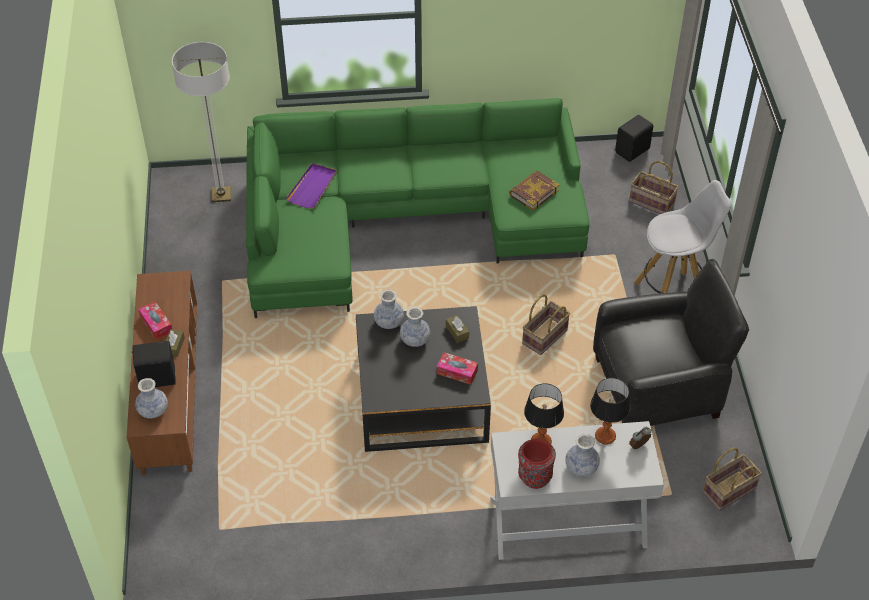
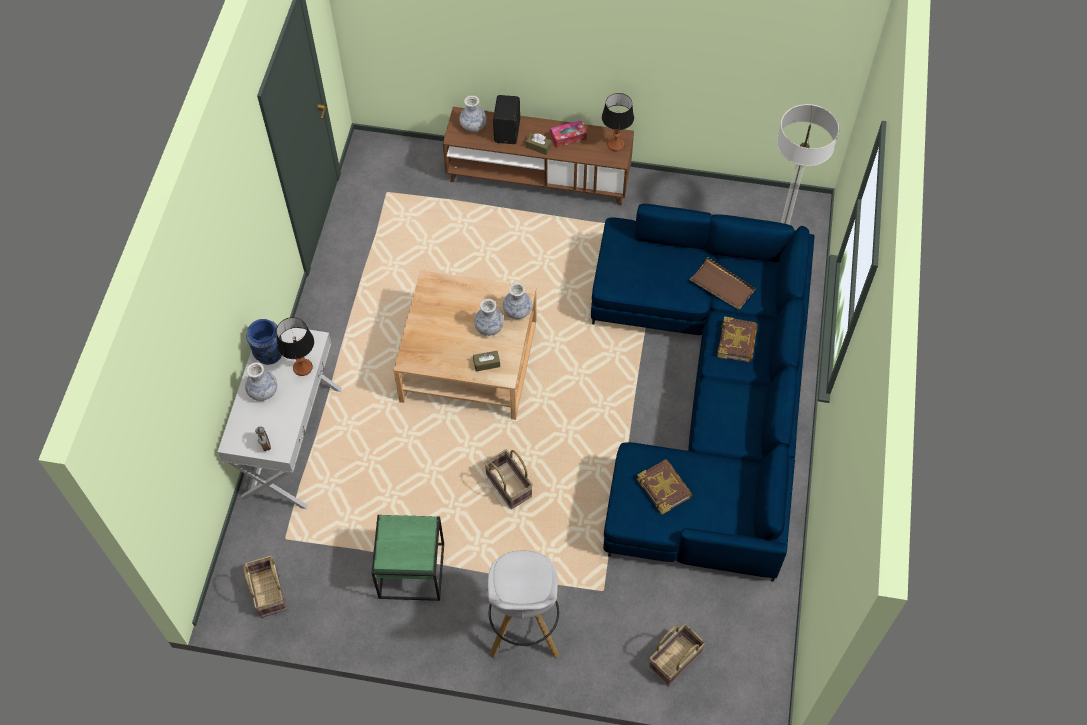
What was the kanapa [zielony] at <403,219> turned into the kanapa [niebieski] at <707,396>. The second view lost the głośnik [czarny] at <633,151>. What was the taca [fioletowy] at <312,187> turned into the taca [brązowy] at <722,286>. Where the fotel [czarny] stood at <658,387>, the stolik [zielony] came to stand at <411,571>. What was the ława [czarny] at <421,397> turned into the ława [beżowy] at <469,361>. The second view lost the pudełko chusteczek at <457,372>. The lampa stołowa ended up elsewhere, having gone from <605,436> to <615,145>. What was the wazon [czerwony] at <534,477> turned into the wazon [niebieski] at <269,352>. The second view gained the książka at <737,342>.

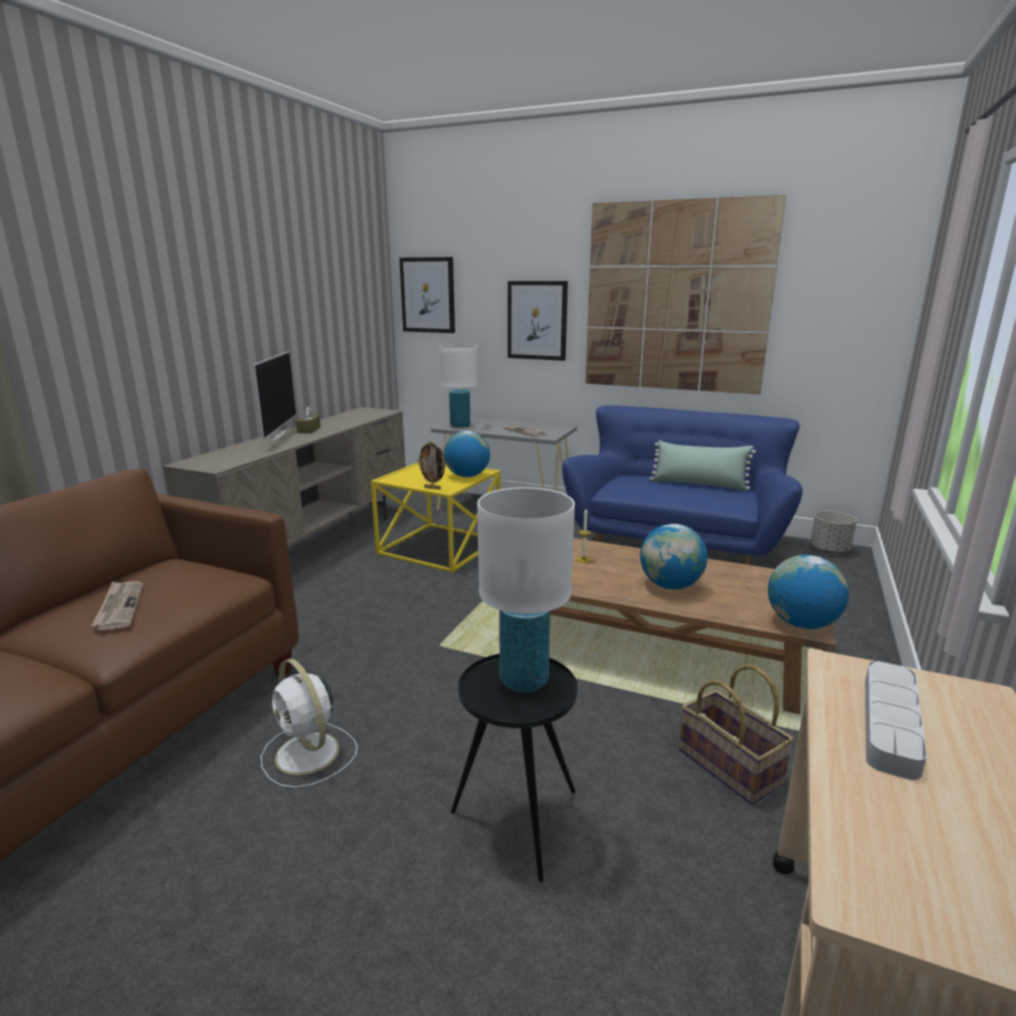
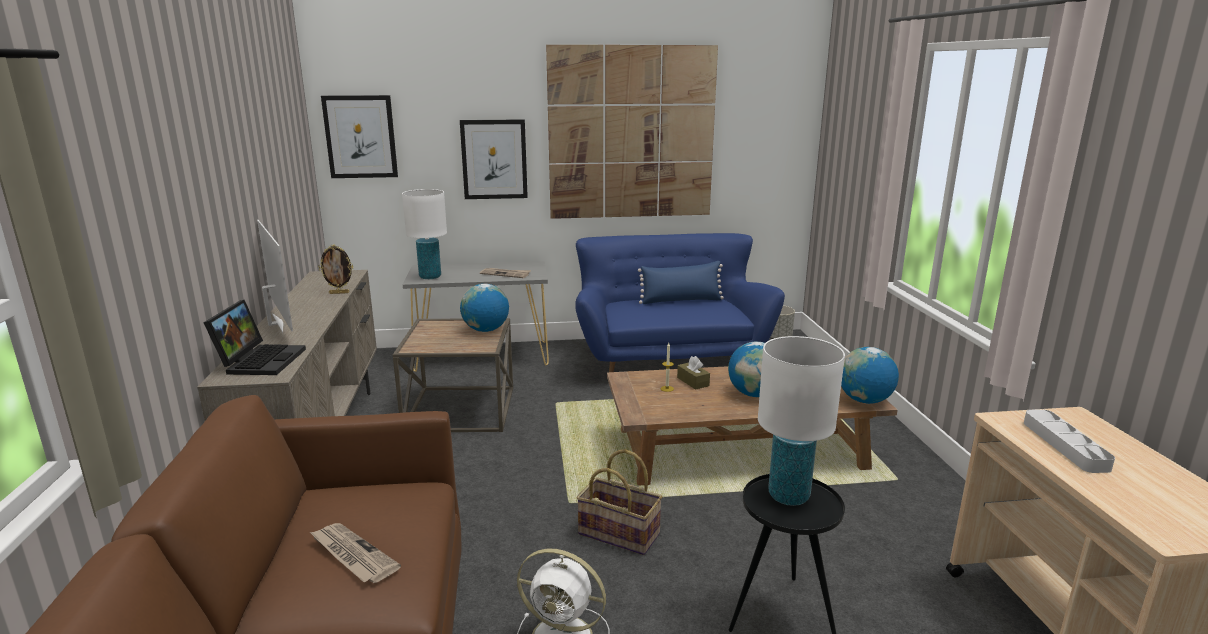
The pudełko chusteczek [brązowy] ended up elsewhere, having gone from <309,430> to <693,382>. What was the poduszka [zielony] at <699,484> turned into the poduszka [niebieski] at <681,300>. The ramka na zdjęcie ended up elsewhere, having gone from <433,488> to <339,293>. What was the stolik [żółty] at <441,546> turned into the stolik [brązowy] at <461,408>. The koszyk ended up elsewhere, having gone from <730,766> to <620,533>. The second view gained the laptop at <260,360>.

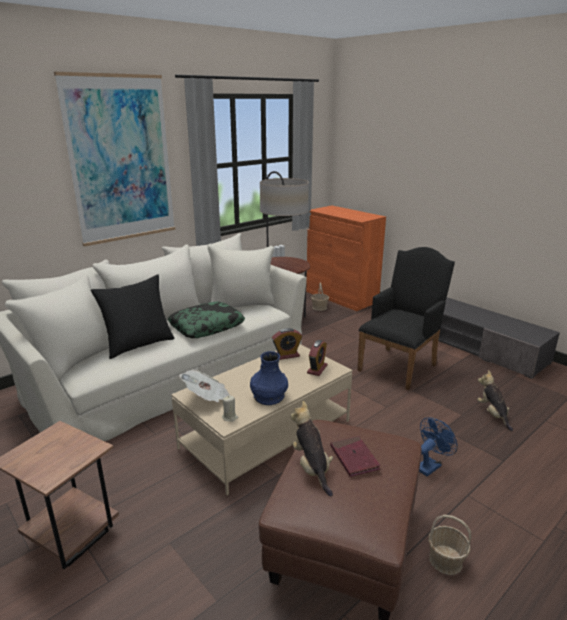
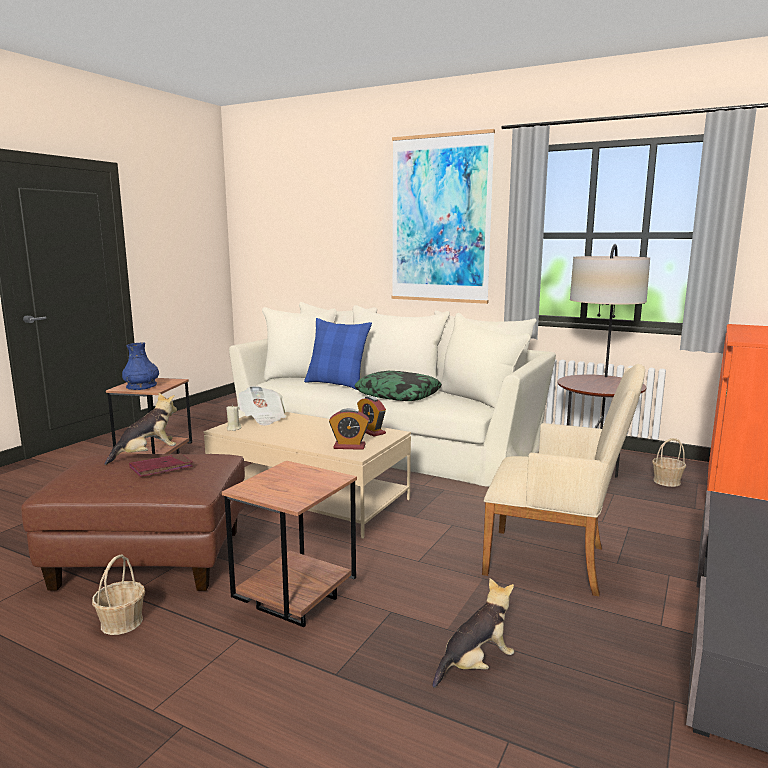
What was the fotel [czarny] at <400,366> turned into the fotel [beżowy] at <554,562>. What was the poduszka [czarny] at <139,345> turned into the poduszka [niebieski] at <337,384>. The wazon [niebieski] ended up elsewhere, having gone from <269,396> to <141,386>. Where the wentylator [niebieski] stood at <430,465>, the stolik [brązowy] came to stand at <295,604>.

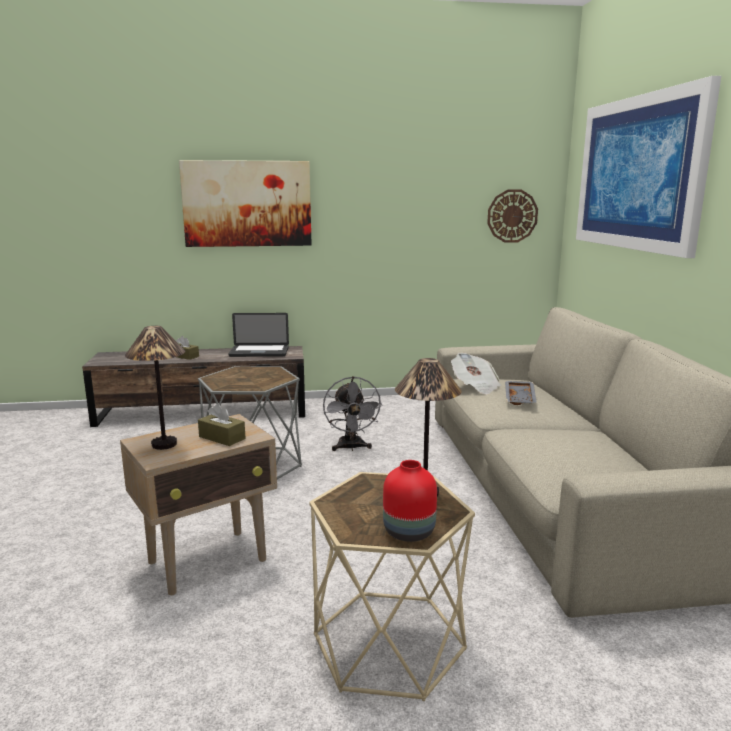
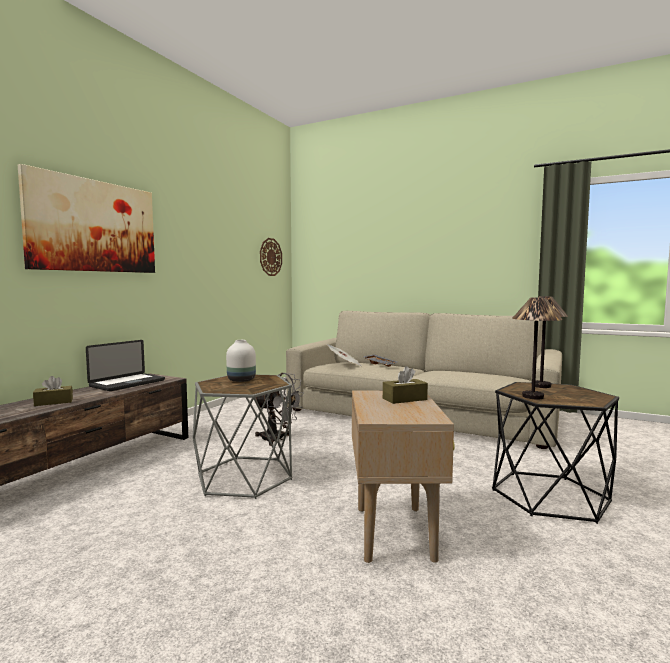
The second view lost the obraz at <638,173>. The lampa stołowa ended up elsewhere, having gone from <164,445> to <533,397>. The second view lost the wazon [czerwony] at <408,531>. What was the stolik [beżowy] at <388,642> turned into the stolik [czarny] at <549,496>. The second view gained the wazon [biały] at <241,380>.

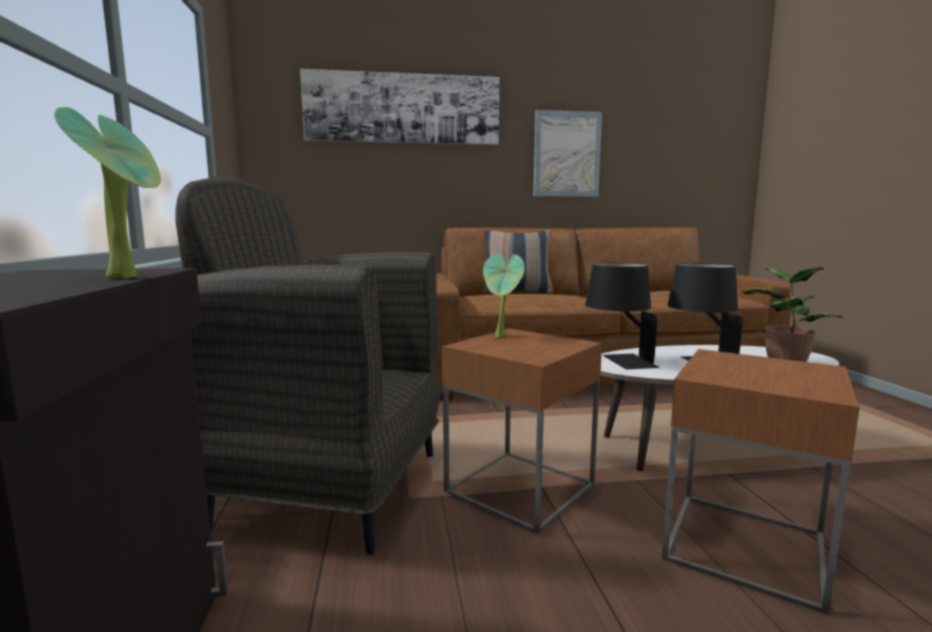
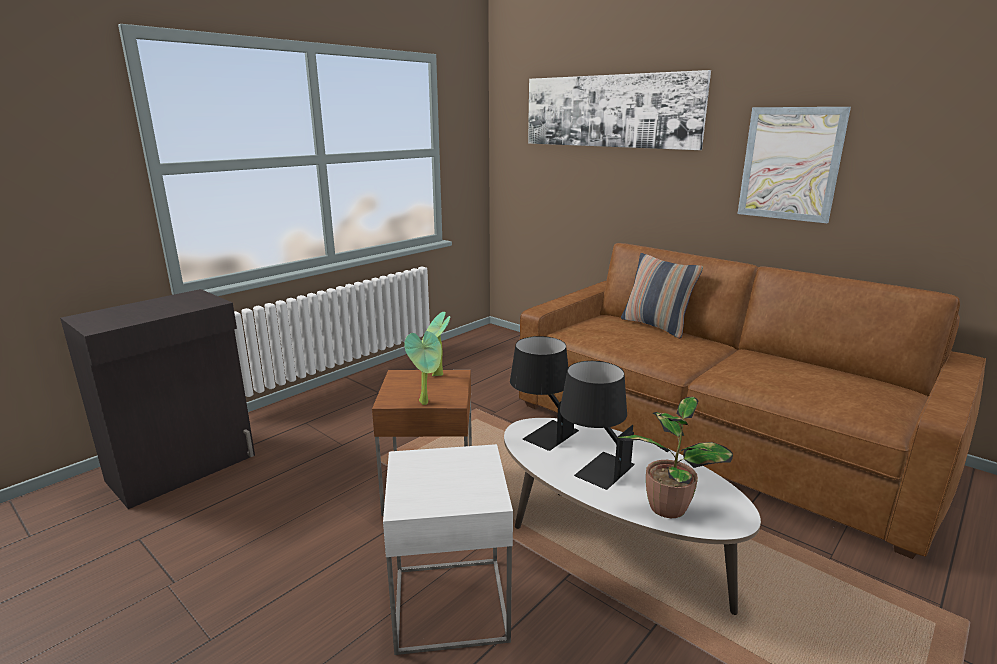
The roślina doniczkowa ended up elsewhere, having gone from <130,277> to <426,402>. The second view lost the fotel [szary] at <329,488>. What was the stolik [brązowy] at <745,546> turned into the stolik [biały] at <450,603>.

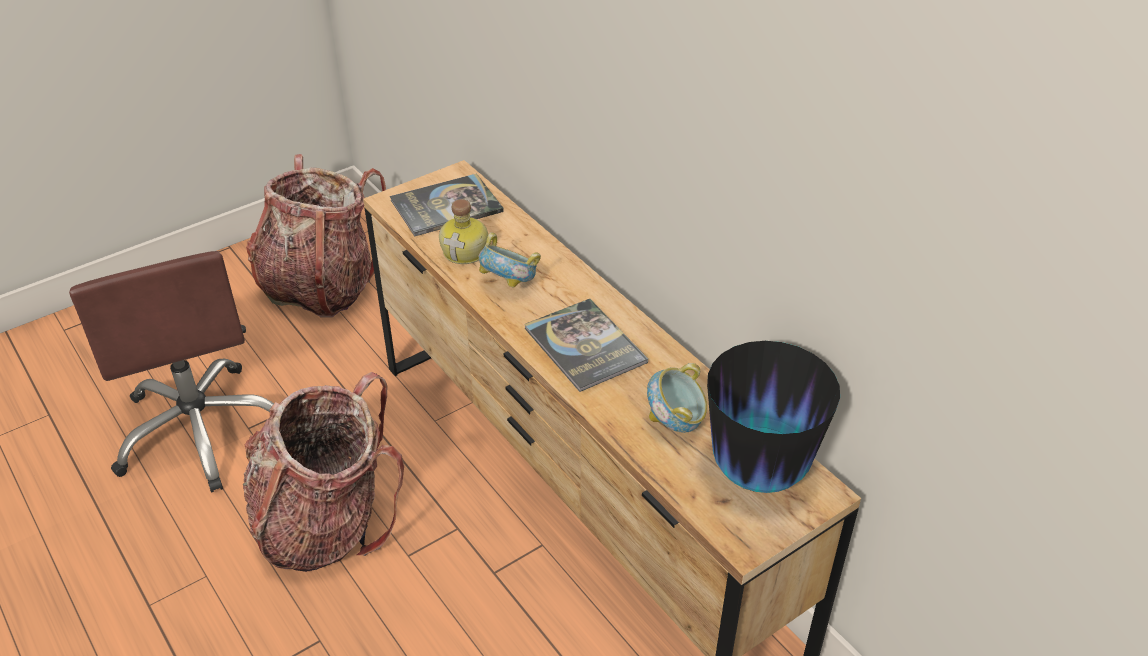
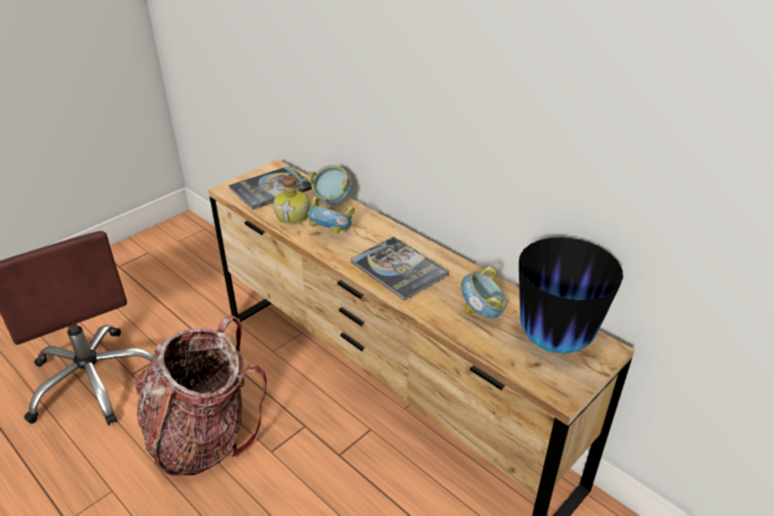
The second view lost the plecak at <321,286>. The second view gained the miska at <332,201>.

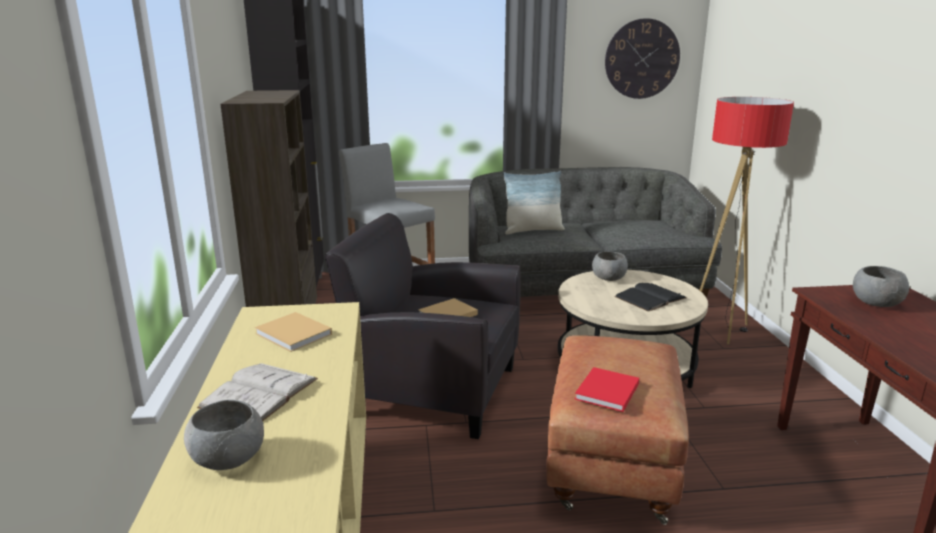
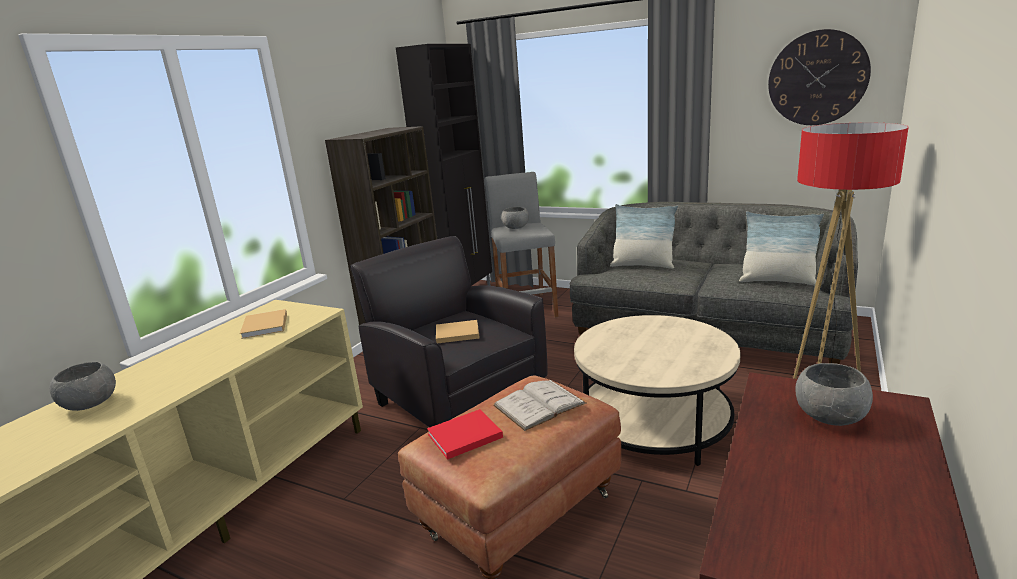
The miska [szary] ended up elsewhere, having gone from <608,278> to <515,227>. The second view lost the książka [czarny] at <650,297>. The książka [biały] ended up elsewhere, having gone from <259,393> to <539,404>. The second view gained the poduszka at <777,281>.

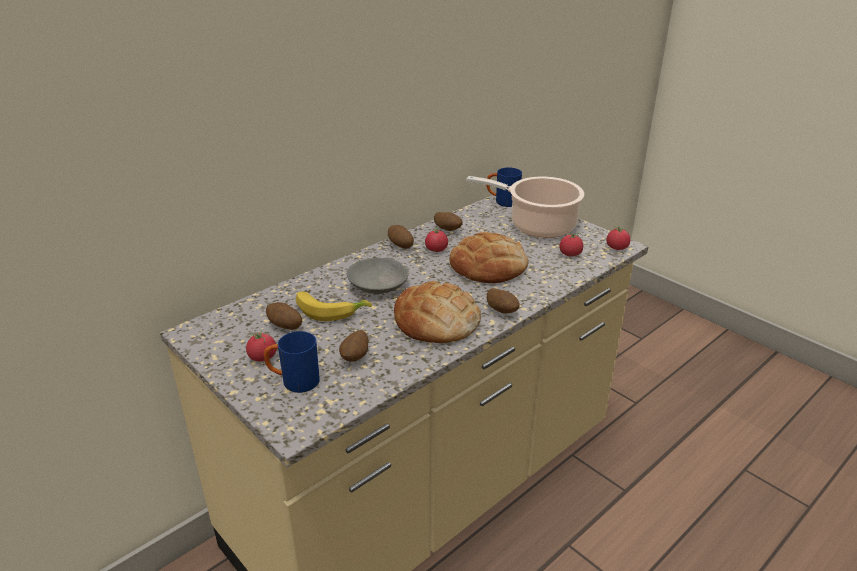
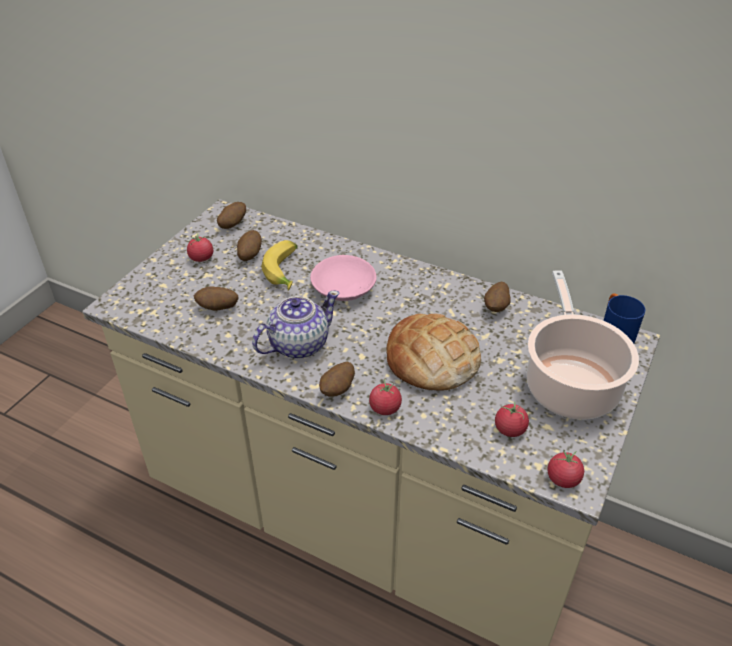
The ziemniak ended up elsewhere, having gone from <400,246> to <232,224>. The pomidor ended up elsewhere, having gone from <436,250> to <385,408>. What was the miska [szary] at <379,286> turned into the miska [różowy] at <344,289>. Where the chleb stood at <436,321>, the imbryk came to stand at <298,344>. The second view lost the kubek [niebieski] at <294,382>.

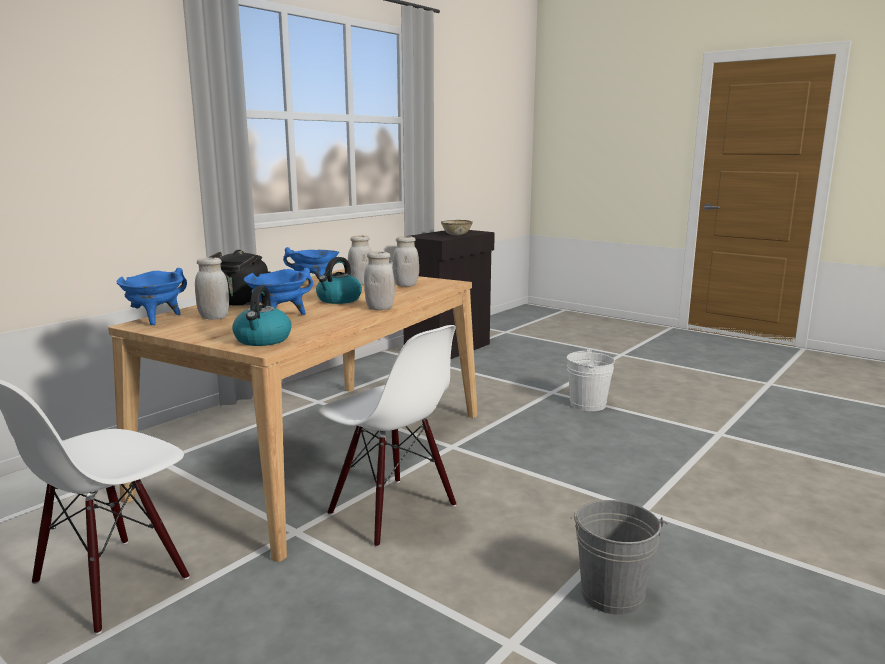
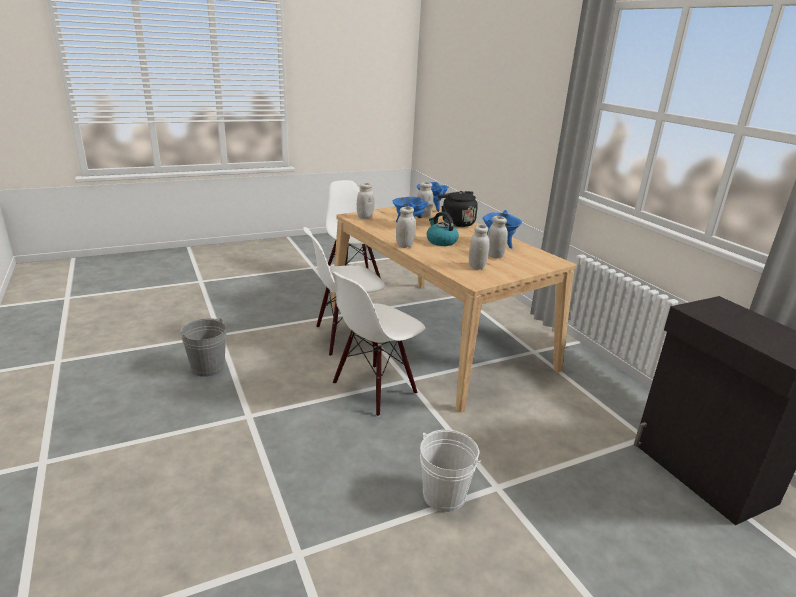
The second view lost the miska at <456,235>. Where the czajnik stood at <263,340>, the słoik [biały] came to stand at <365,217>. The second view gained the krzesło [biały] at <374,389>.

